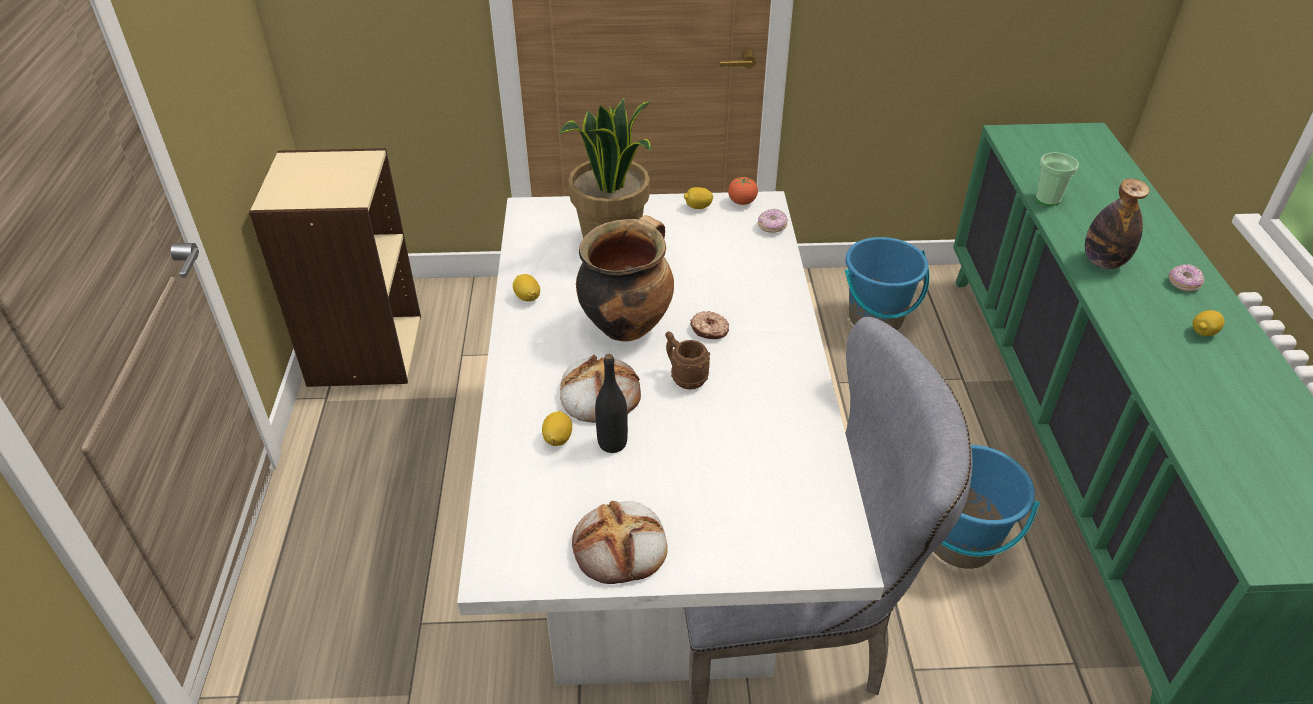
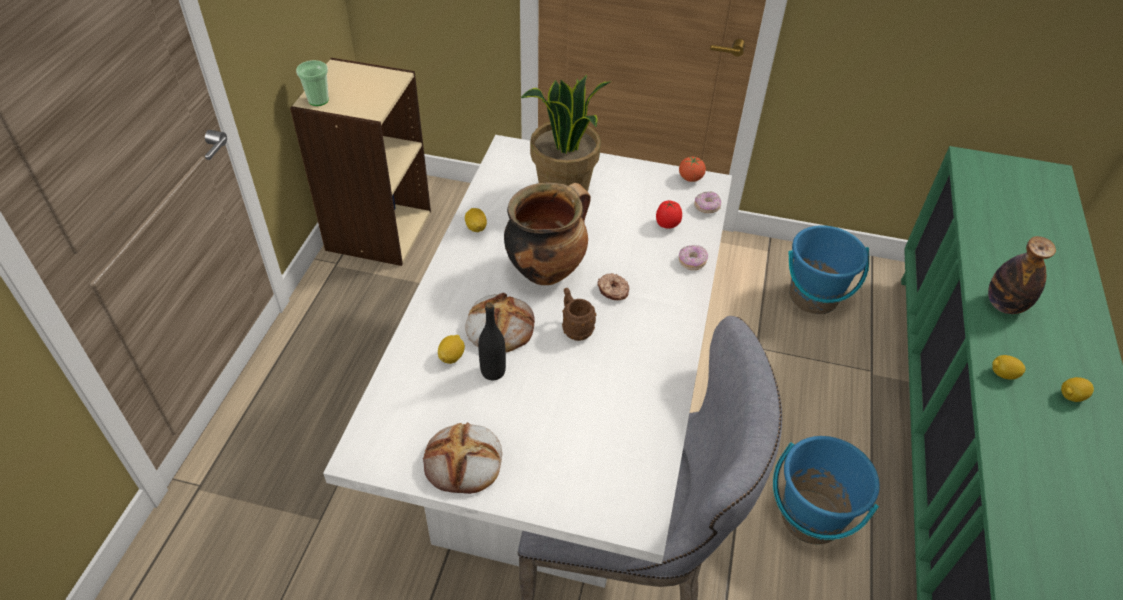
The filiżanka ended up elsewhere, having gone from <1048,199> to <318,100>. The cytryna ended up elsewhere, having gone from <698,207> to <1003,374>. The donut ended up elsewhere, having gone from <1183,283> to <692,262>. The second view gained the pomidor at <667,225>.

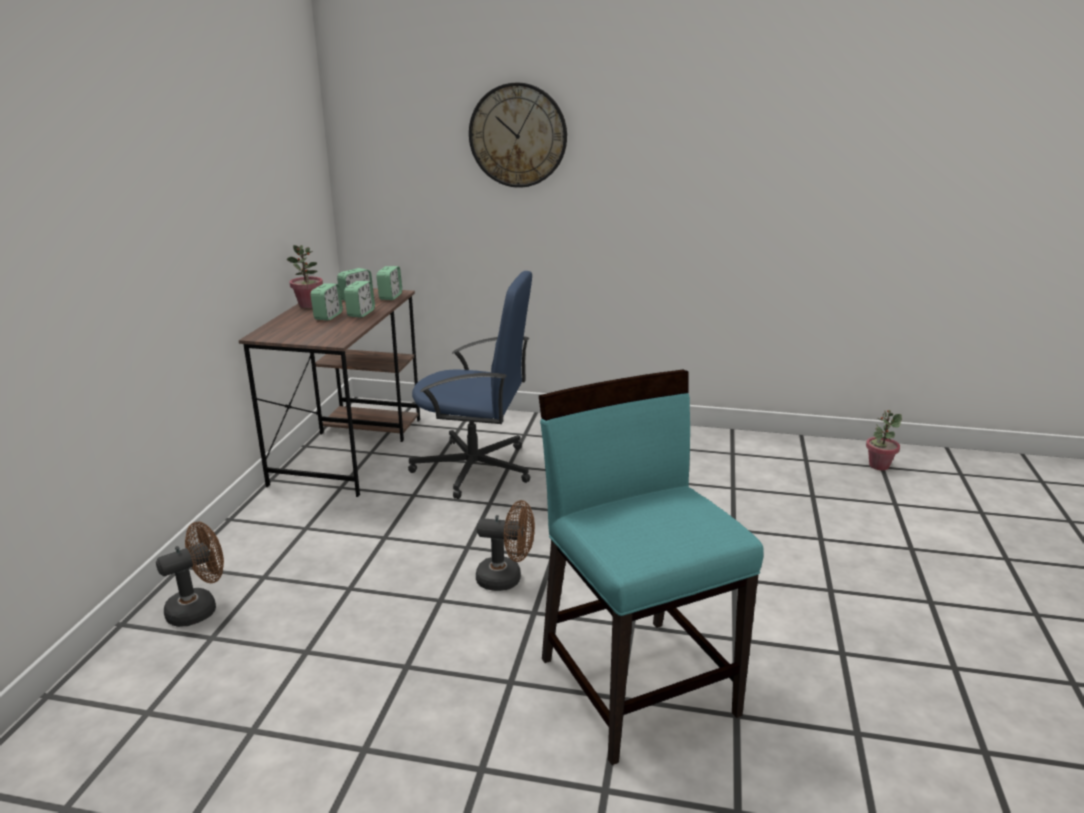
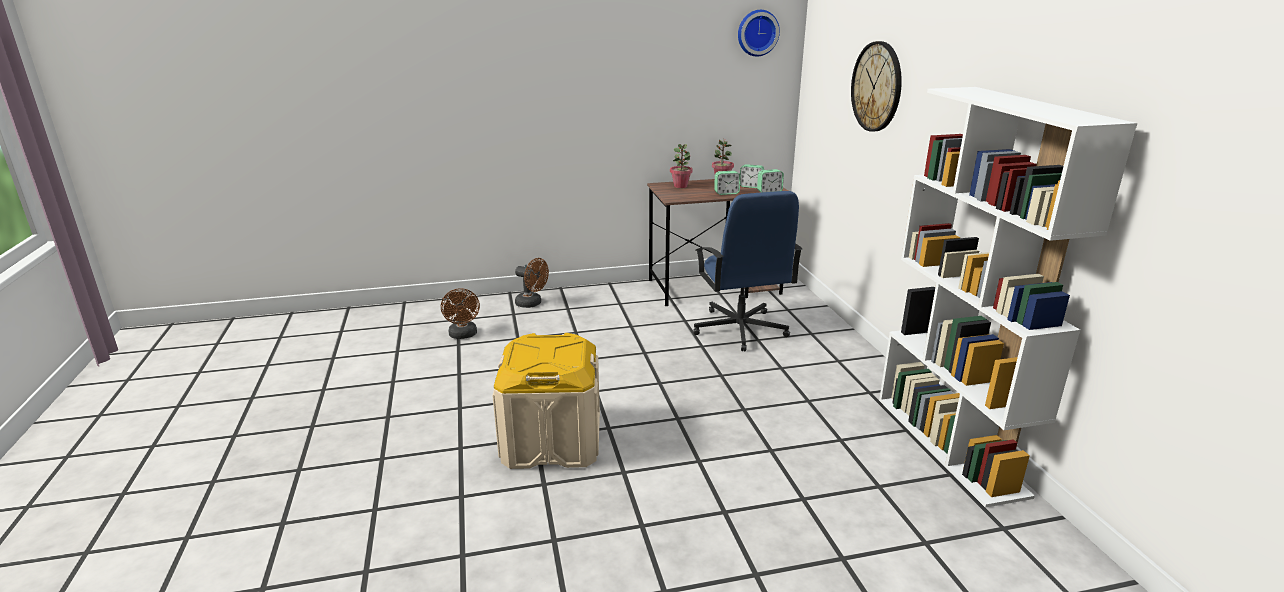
The second view lost the budzik at <328,316>. Where the krzesło [turkusowy] stood at <637,683>, the pojemnik do przechowywania [beżowy] came to stand at <552,441>. The roślina doniczkowa ended up elsewhere, having gone from <878,465> to <680,186>. The wentylator [brązowy] ended up elsewhere, having gone from <506,579> to <463,335>. The second view gained the zegar ścienny at <757,32>. The second view gained the regał [biały] at <950,445>.

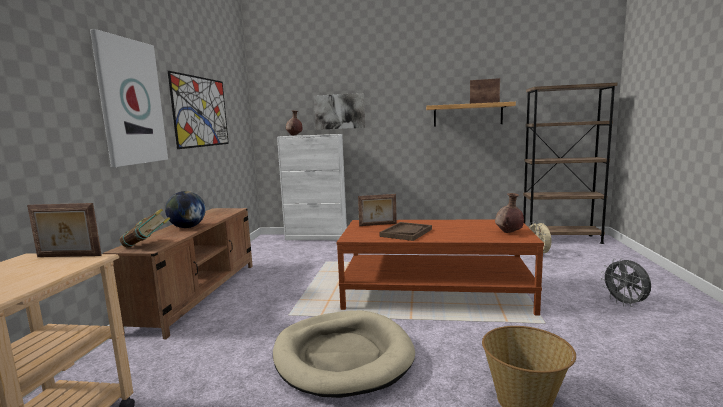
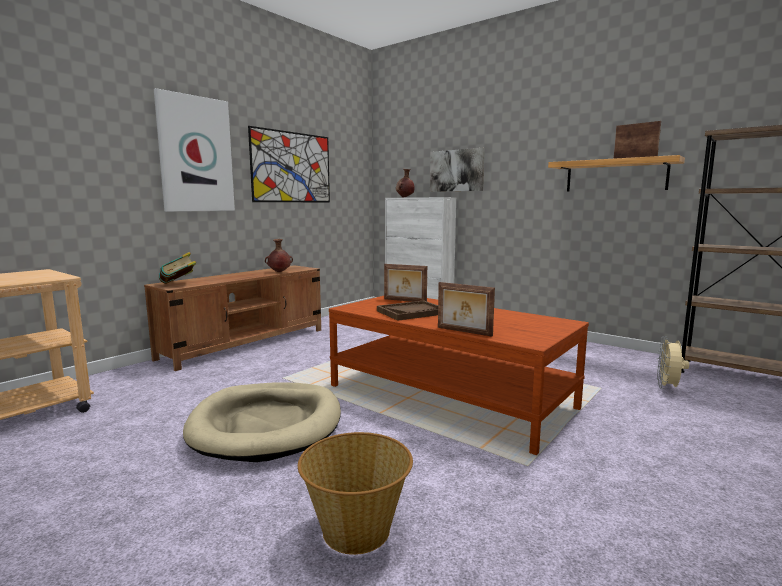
The second view lost the globus at <187,227>. The wazon [brązowy] ended up elsewhere, having gone from <508,233> to <279,272>. The ramka na zdjęcie ended up elsewhere, having gone from <68,256> to <463,332>. The second view lost the wentylator [szary] at <625,303>.

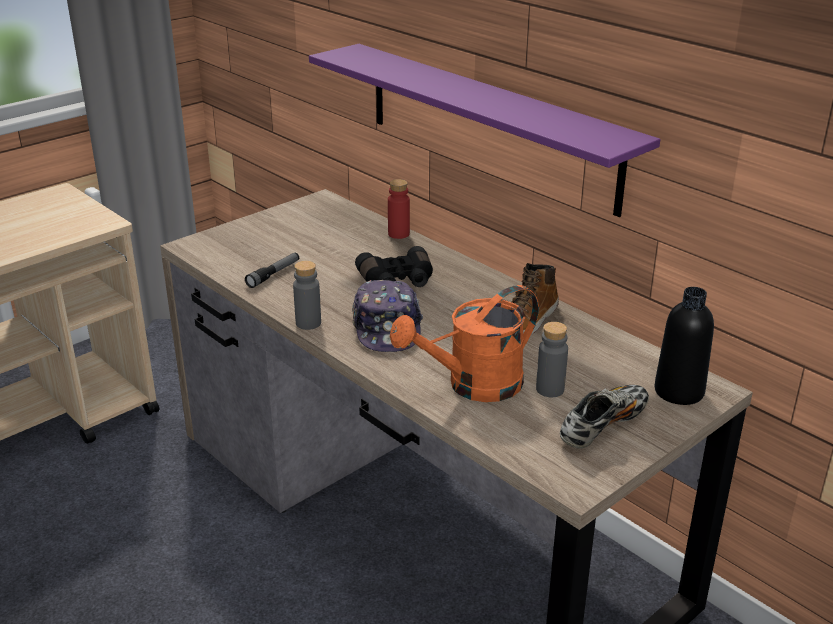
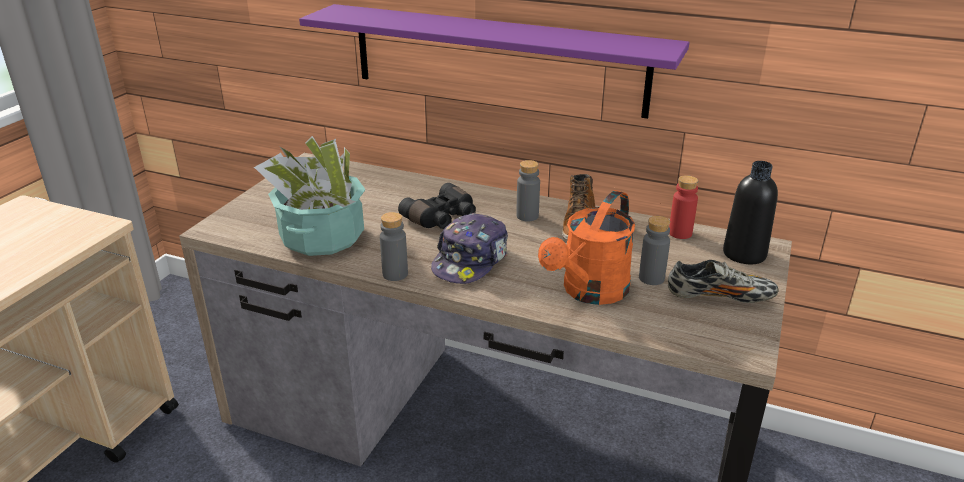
The butelka [czerwony] ended up elsewhere, having gone from <398,234> to <680,233>. Where the latarka stood at <274,274>, the roślina doniczkowa came to stand at <322,237>. The czapka z daszkiem at <387,328> ended up facing another way, 60 degrees clockwise from before. The but at <603,426> ended up facing another way, 75 degrees clockwise from before. The second view gained the butelka [szary] at <527,216>.

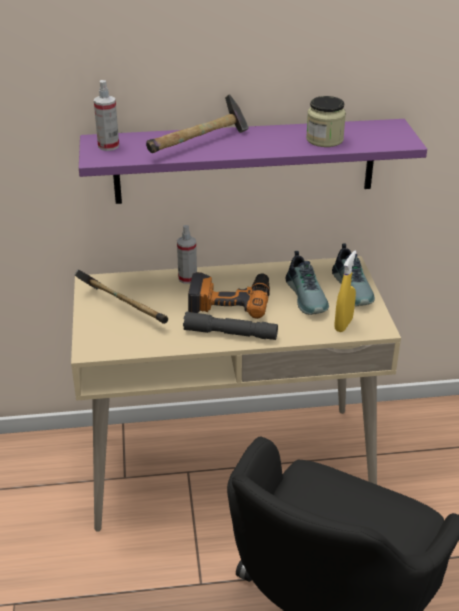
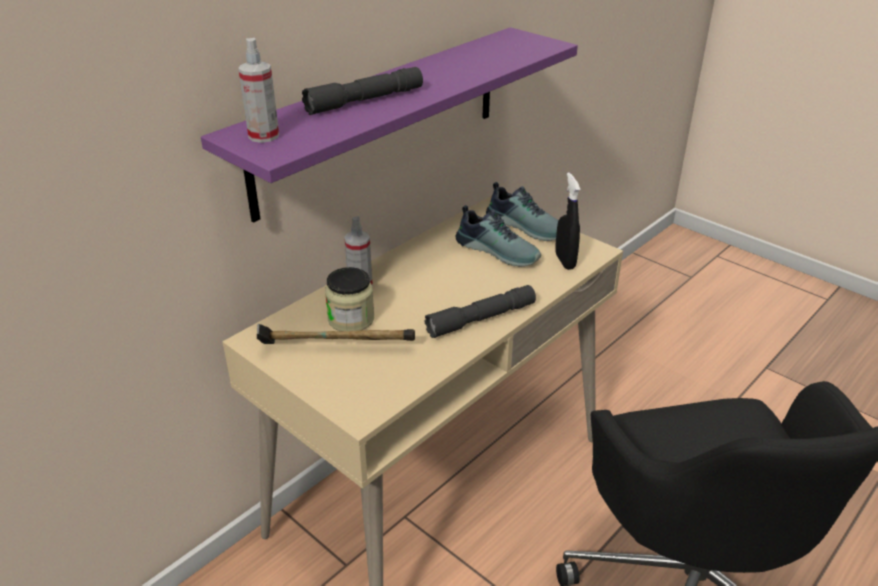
Where the młotek stood at <200,143>, the latarka [szary] came to stand at <365,101>. The słoik ended up elsewhere, having gone from <324,140> to <351,319>. What was the spryskiwacz [żółty] at <343,324> turned into the spryskiwacz [czarny] at <565,261>. The second view lost the wiertarka at <230,299>.

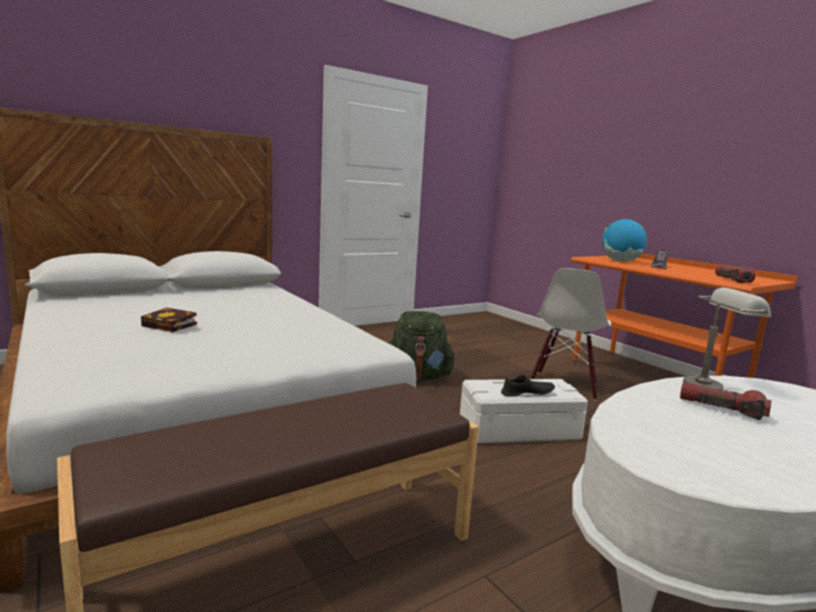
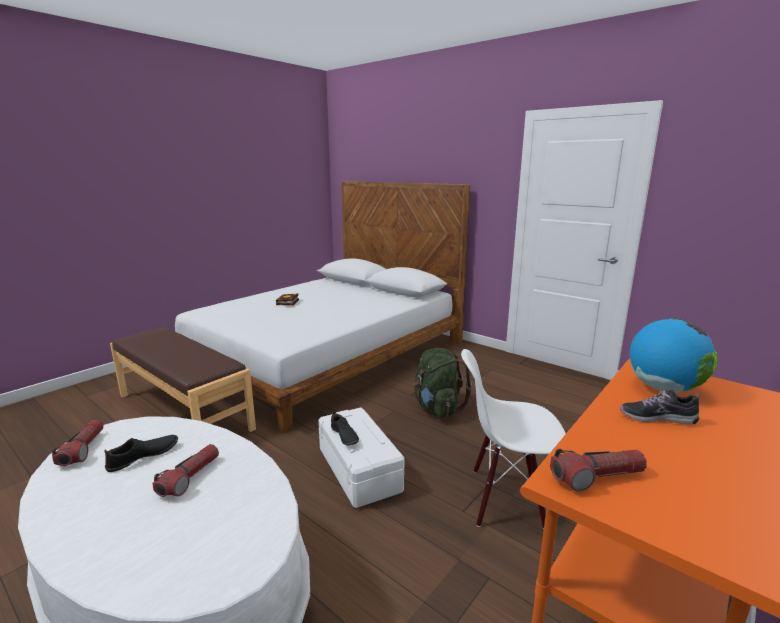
The second view lost the lampa stołowa [szary] at <712,386>. The second view gained the latarka at <83,449>. The second view gained the but [czarny] at <144,456>.

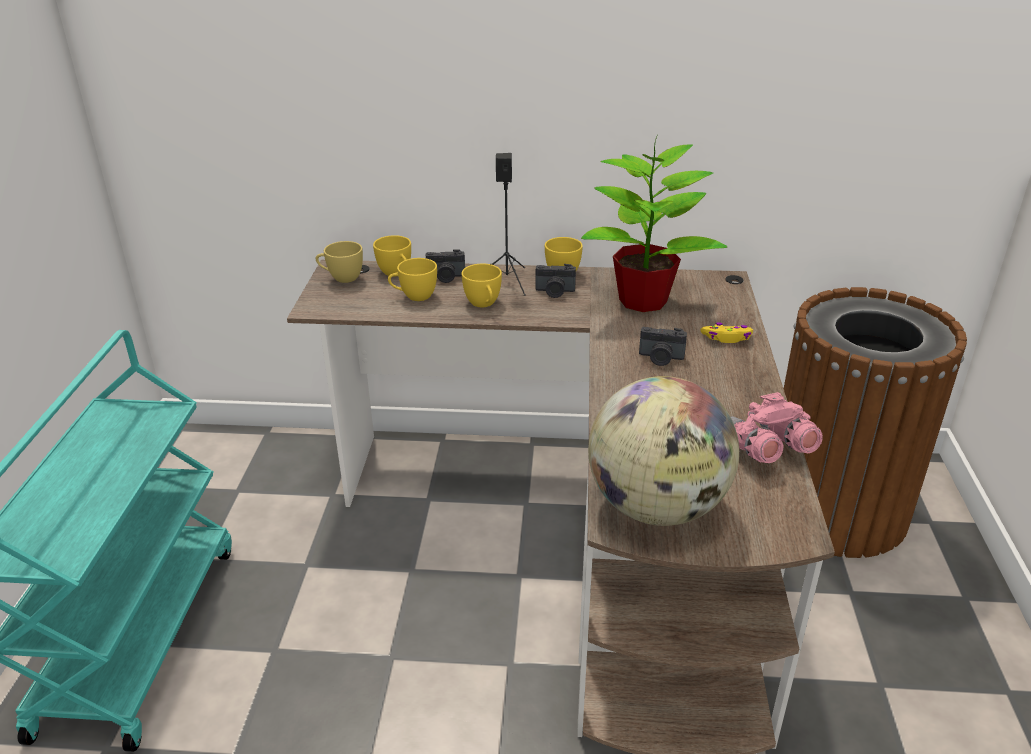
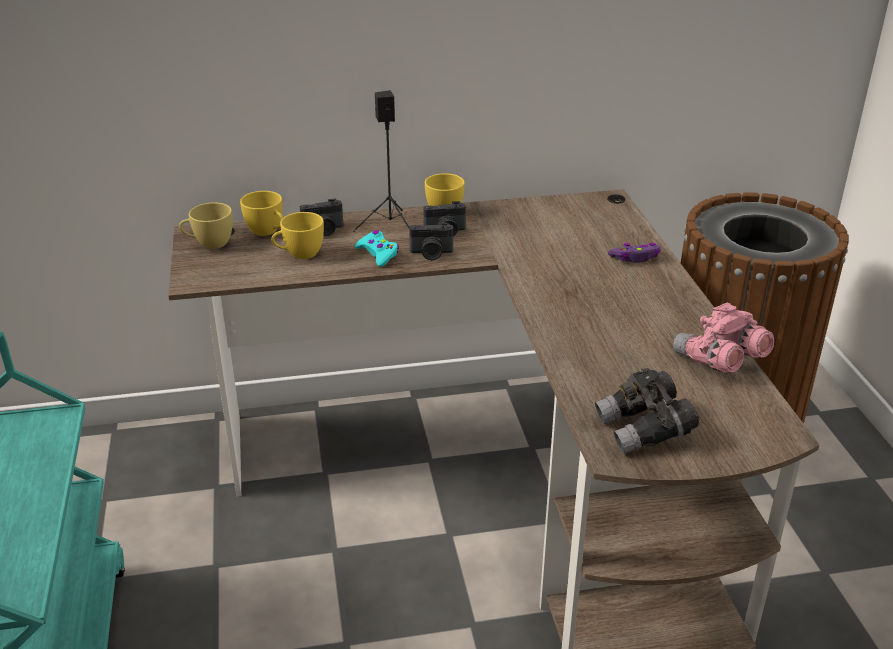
The second view lost the roślina doniczkowa at <644,300>. Where the filiżanka [żółty] stood at <484,304>, the pad do gier [turkusowy] came to stand at <378,254>. What was the pad do gier [żółty] at <727,338> turned into the pad do gier [fioletowy] at <635,258>. The aparat fotograficzny ended up elsewhere, having gone from <660,358> to <431,253>. Where the globus stood at <657,507>, the lornetka [szary] came to stand at <644,430>.

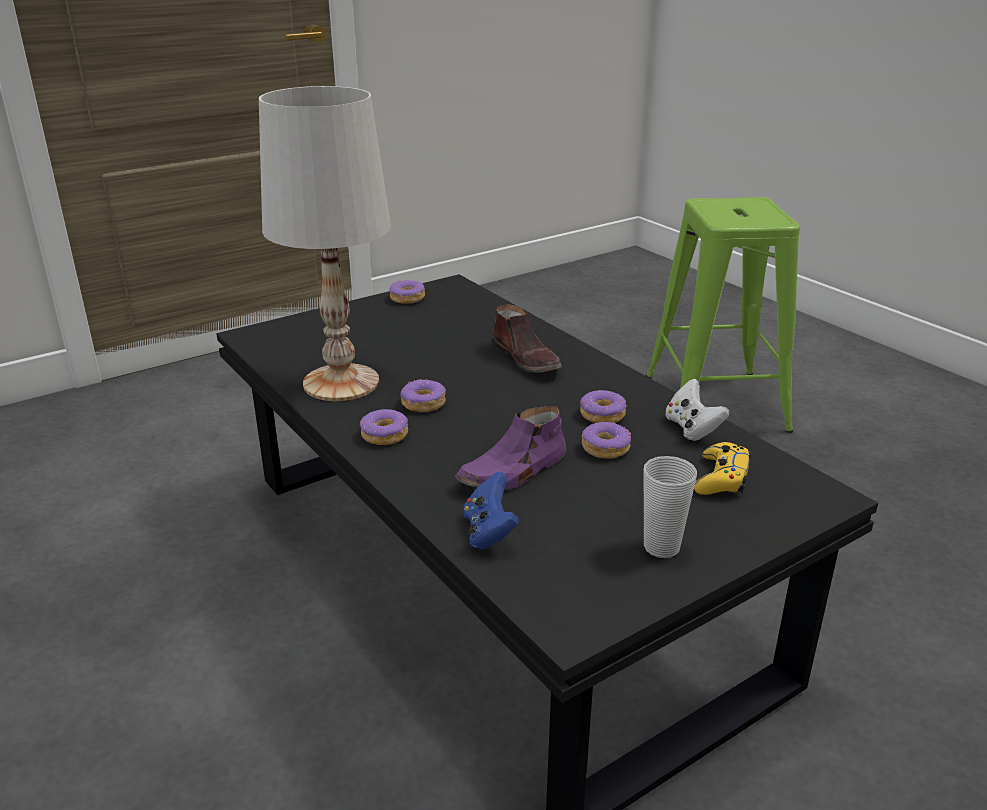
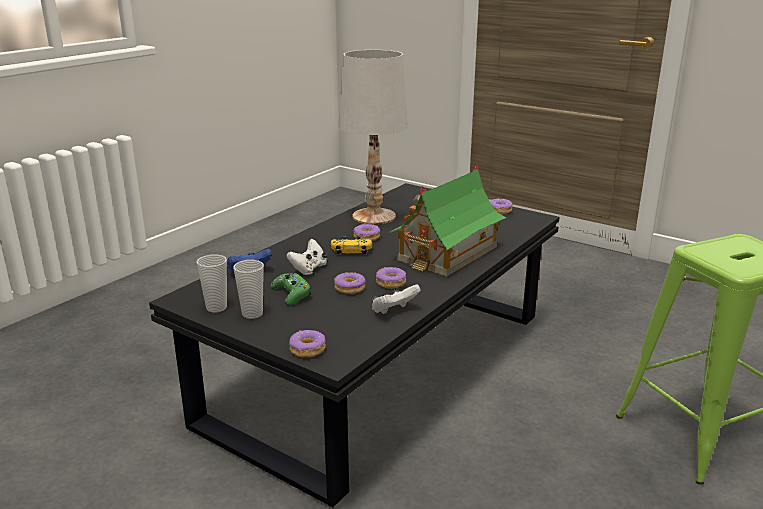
Where the but [brązowy] stood at <527,359>, the domek came to stand at <447,253>. Where the but [fioletowy] stood at <514,471>, the pad do gier [biały] came to stand at <308,269>. The donut ended up elsewhere, having gone from <385,435> to <307,350>. The pad do gier [żółty] ended up elsewhere, having gone from <721,478> to <351,251>. The second view gained the filiżanka at <216,308>. The second view gained the pad do gier [zielony] at <291,294>.

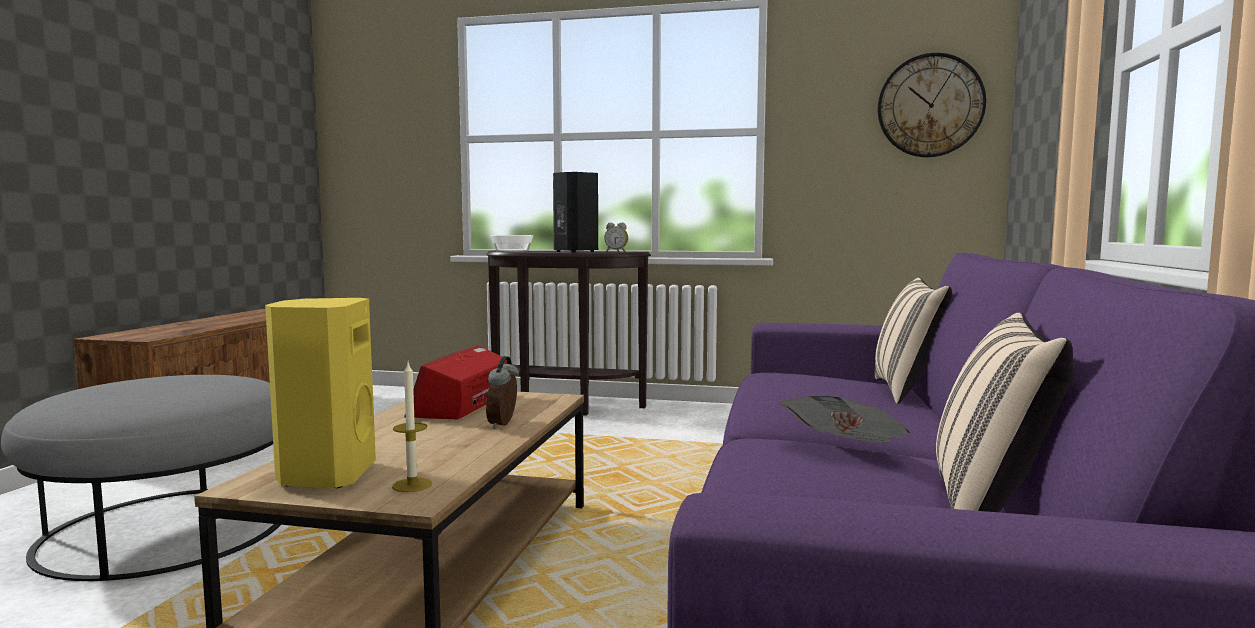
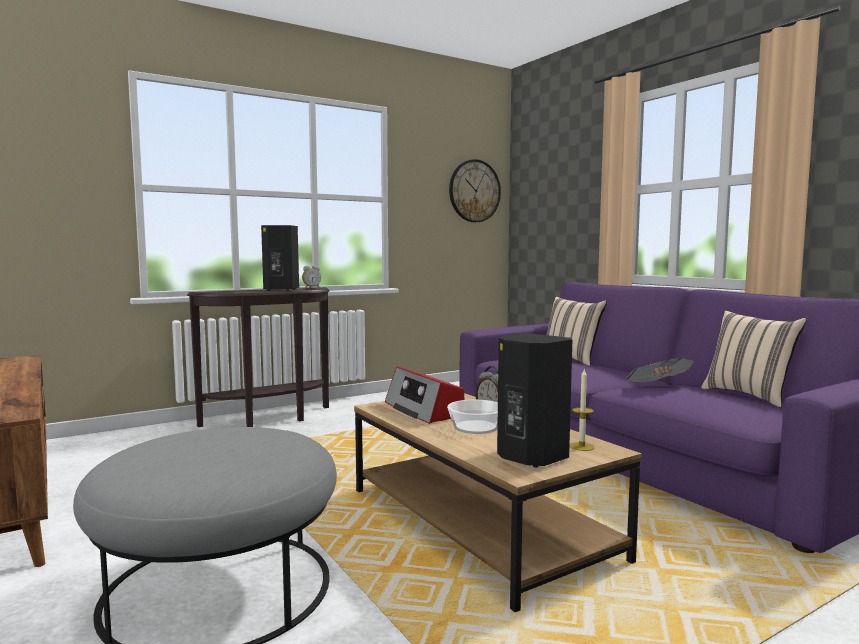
The miska ended up elsewhere, having gone from <511,251> to <475,427>. What was the głośnik [żółty] at <325,475> turned into the głośnik [czarny] at <530,457>.

